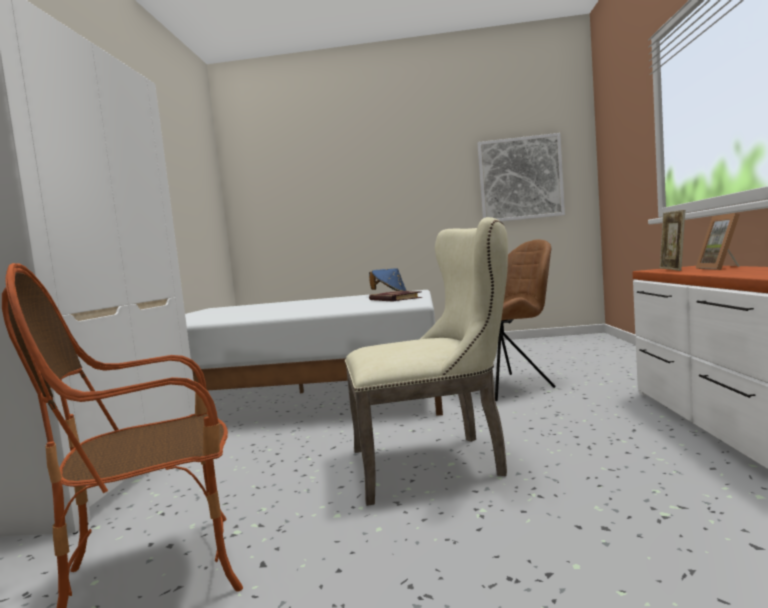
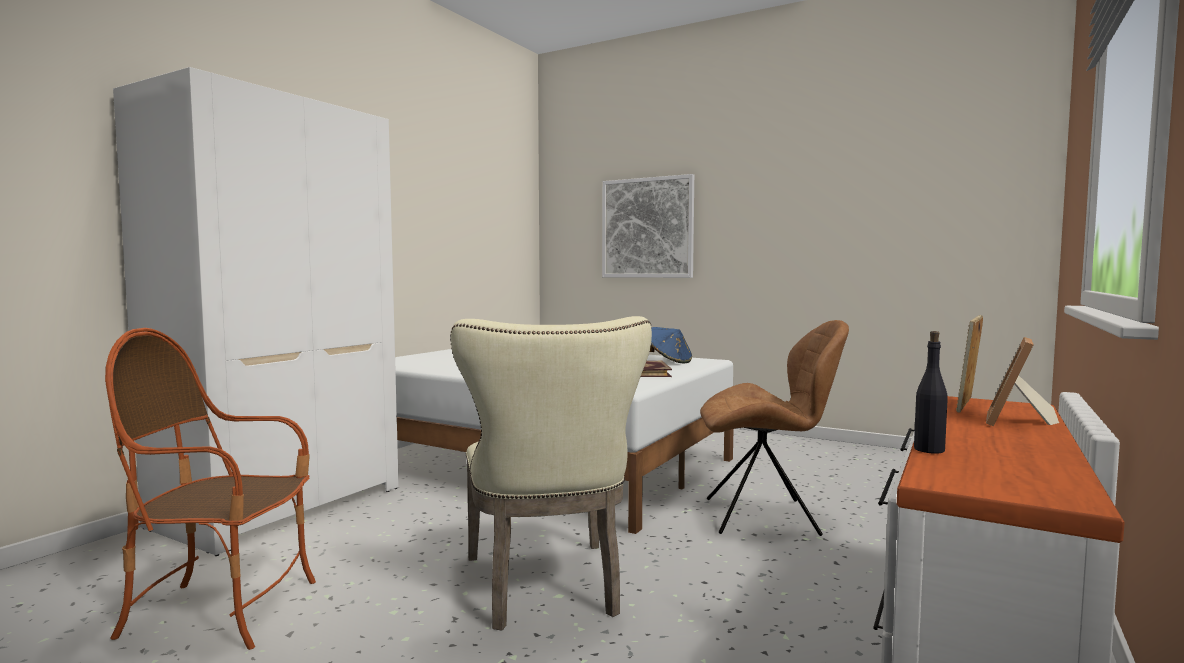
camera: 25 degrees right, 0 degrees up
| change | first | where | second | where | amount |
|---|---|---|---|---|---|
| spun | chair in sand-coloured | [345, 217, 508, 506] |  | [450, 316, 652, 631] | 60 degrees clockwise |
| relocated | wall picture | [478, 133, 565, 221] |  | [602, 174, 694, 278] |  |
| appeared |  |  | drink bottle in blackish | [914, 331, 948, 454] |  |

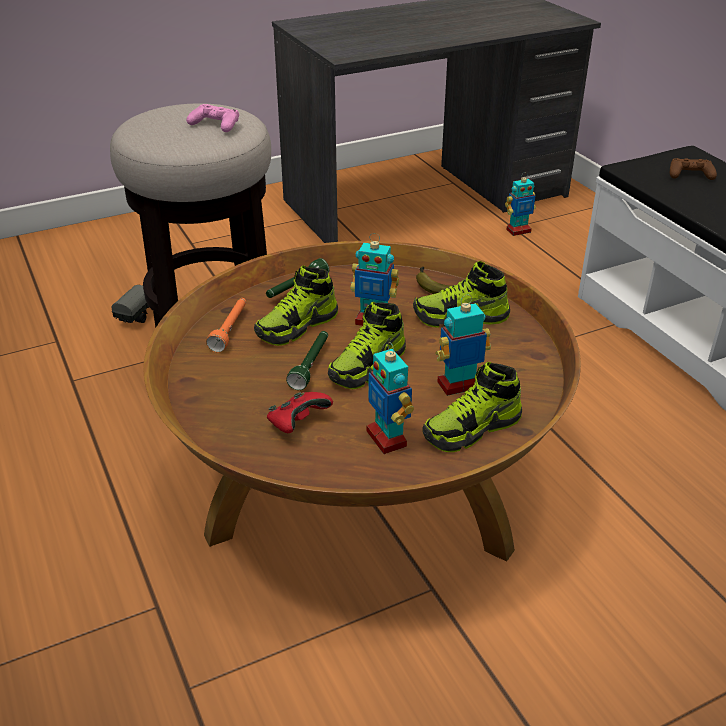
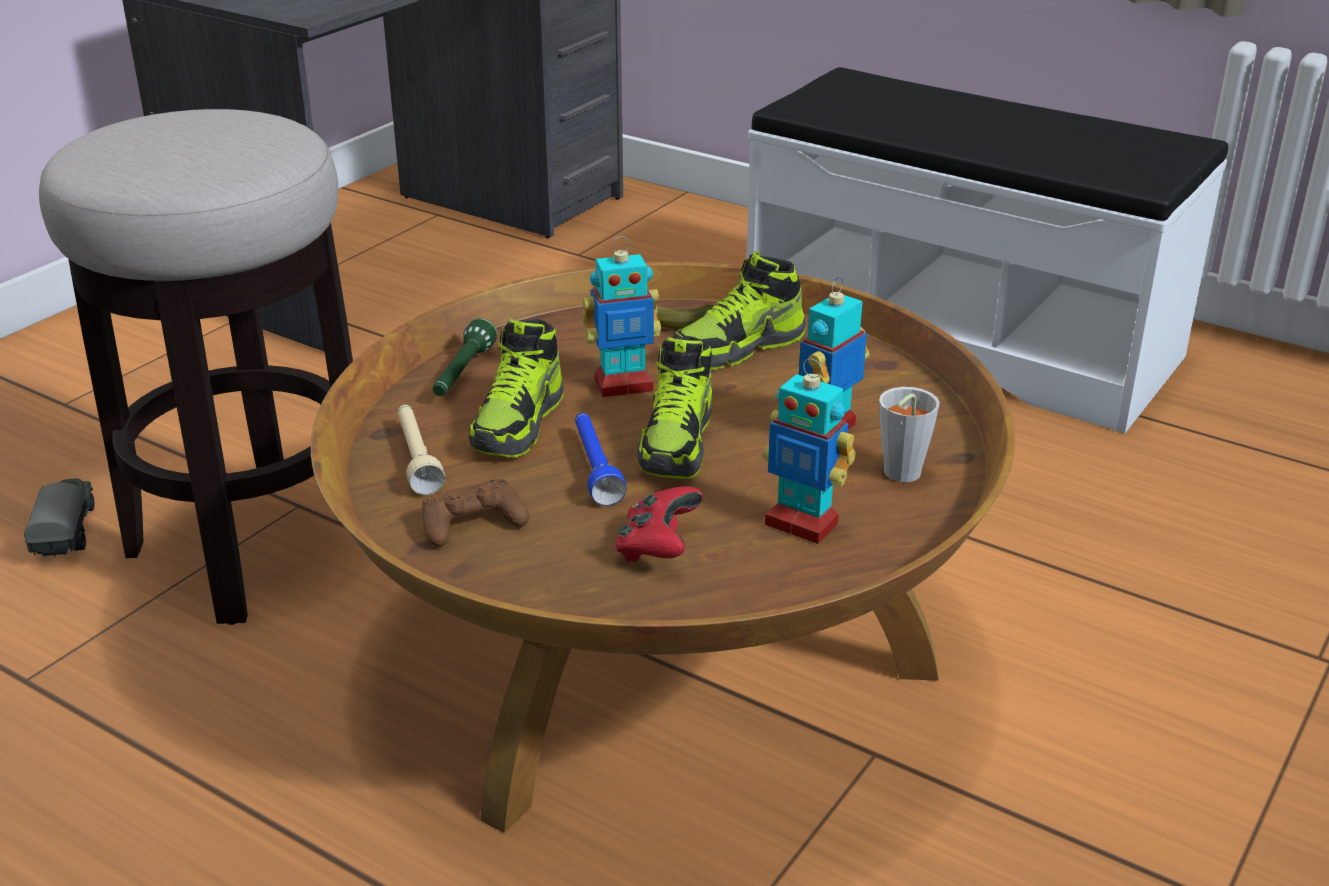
camera: 30 degrees left, 5 degrees down
| change | first | where | second | where | amount |
|---|---|---|---|---|---|
| missing | game controller in pinkish | [186, 104, 239, 132] |  |  |  |
| colour | hand torch in orange-coloured | [206, 298, 246, 352] | hand torch in sand-coloured | [398, 405, 445, 495] |  |
| colour | hand torch in green | [286, 331, 328, 390] | hand torch in blue | [575, 413, 627, 506] |  |
| exchanged | low shoe | [422, 362, 522, 452] | small cup in gray | [879, 387, 940, 482] |  |
| missing | robot figure | [505, 172, 536, 236] |  |  |  |
| relocated | game controller in brownish | [670, 158, 717, 180] |  | [422, 479, 529, 547] |  |

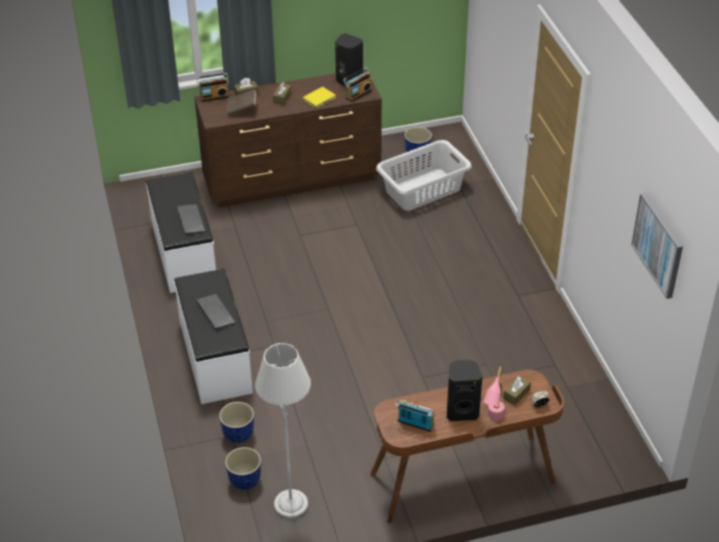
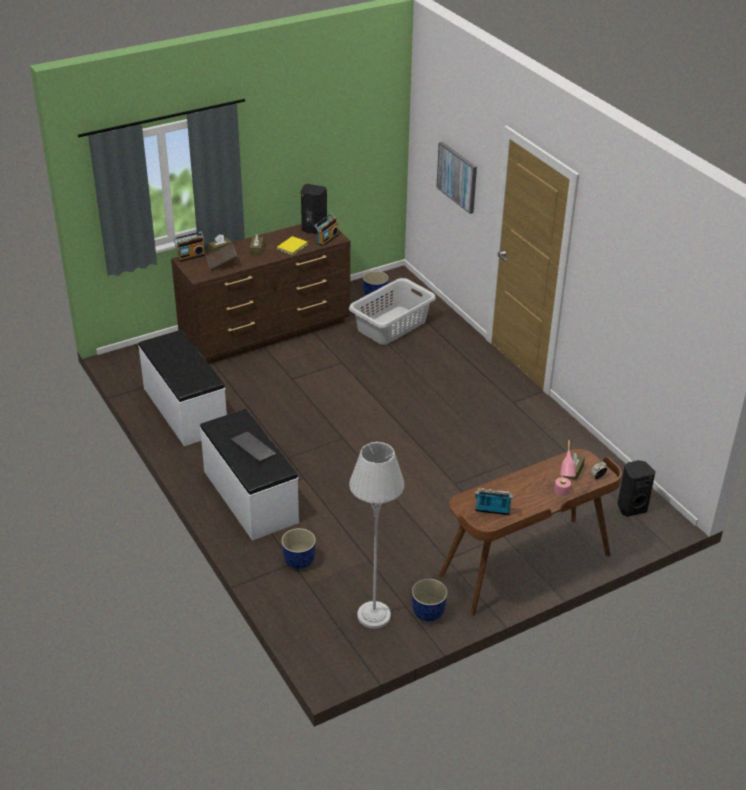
camera: 15 degrees left, 5 degrees down
| change | first | where | second | where | amount |
|---|---|---|---|---|---|
| missing | computer keyboard | [177, 204, 206, 234] |  |  |  |
| relocated | flower pot | [225, 447, 261, 490] |  | [412, 579, 448, 622] |  |
| relocated | audio speaker in blackish | [447, 360, 482, 421] |  | [617, 460, 656, 517] |  |
| relocated | wall picture | [631, 193, 683, 299] |  | [436, 142, 477, 214] |  |

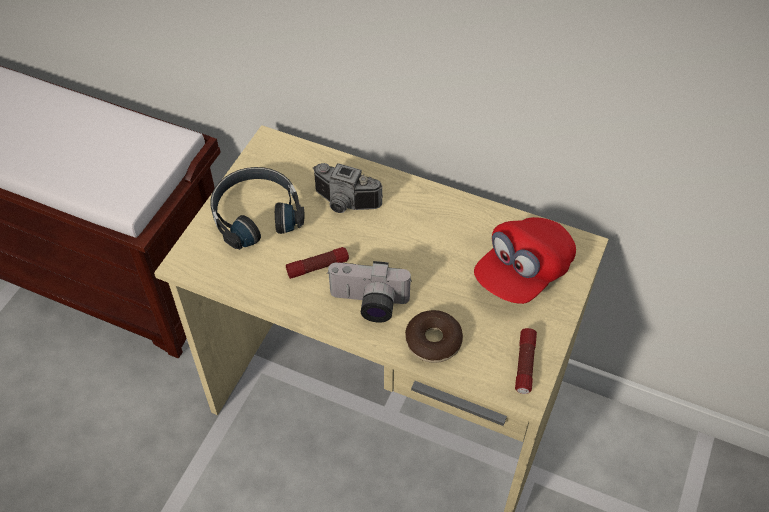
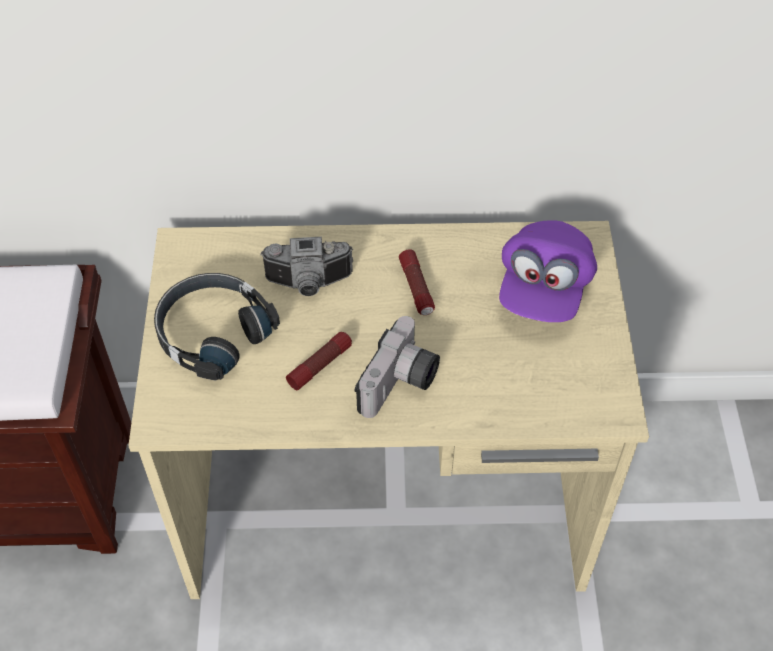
camera: 25 degrees left, 0 degrees up
| change | first | where | second | where | amount |
|---|---|---|---|---|---|
| spun | photo camera | [327, 261, 412, 323] |  | [354, 316, 440, 418] | 45 degrees counterclockwise |
| missing | ring doughnut | [405, 310, 463, 363] |  |  |  |
| colour | cap in reddish | [474, 217, 576, 304] | cap in purple | [499, 221, 597, 322] |  |
| relocated | hand torch | [515, 328, 537, 394] |  | [399, 249, 435, 315] |  |

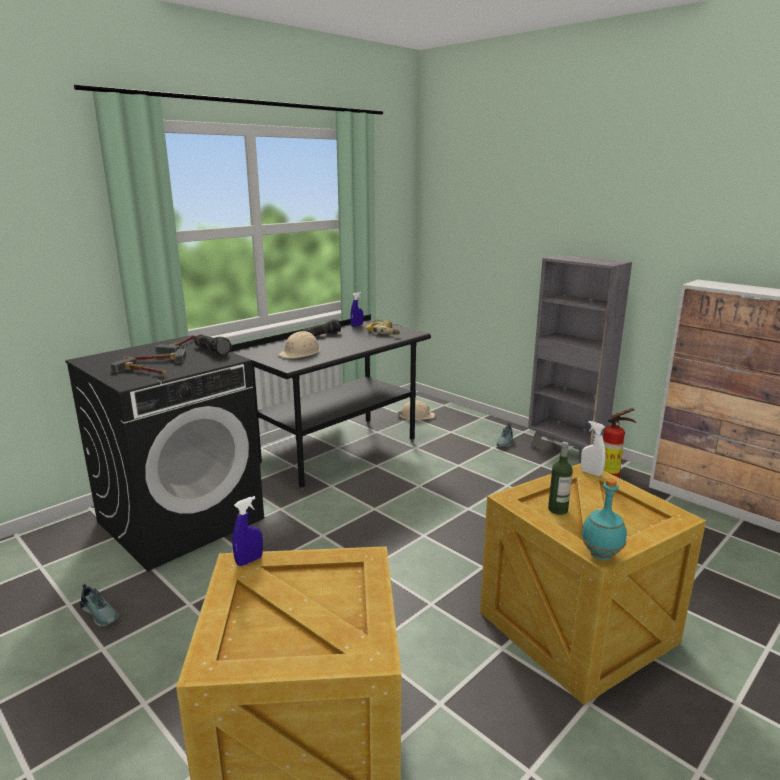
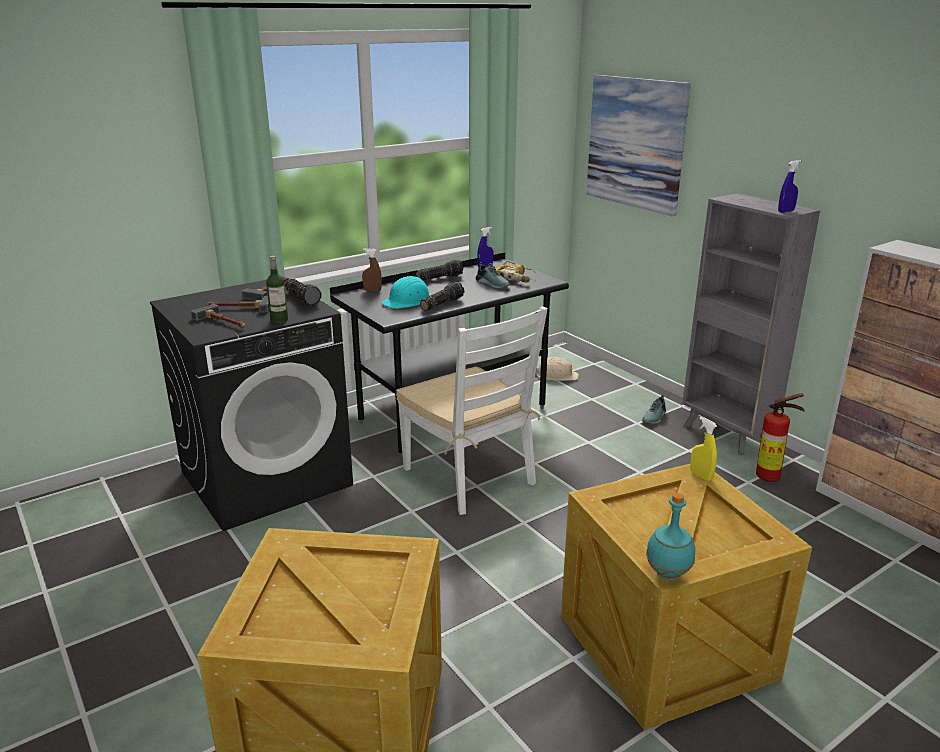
camera: 10 degrees right, 5 degrees up
| change | first | where | second | where | amount |
|---|---|---|---|---|---|
| relocated | low shoe | [80, 584, 119, 627] |  | [476, 262, 510, 288] |  |
| relocated | sprayer in blue | [232, 496, 263, 566] |  | [778, 160, 801, 213] |  |
| colour | hard hat in sand-coloured | [279, 331, 320, 359] | hard hat in turquoise-coloured | [381, 276, 429, 309] |  |
| relocated | drink bottle | [548, 442, 573, 515] |  | [266, 256, 288, 323] |  |
| colour | sprayer in white | [581, 421, 606, 476] | sprayer in yellow-coloured | [690, 417, 717, 481] |  |
| appeared |  |  | sprayer in brownish | [362, 248, 382, 292] |  |
| appeared |  |  | chair in white | [396, 306, 548, 515] |  |
| appeared |  |  | hand torch | [420, 282, 464, 311] |  |
| appeared |  |  | wall picture | [586, 75, 691, 216] |  |

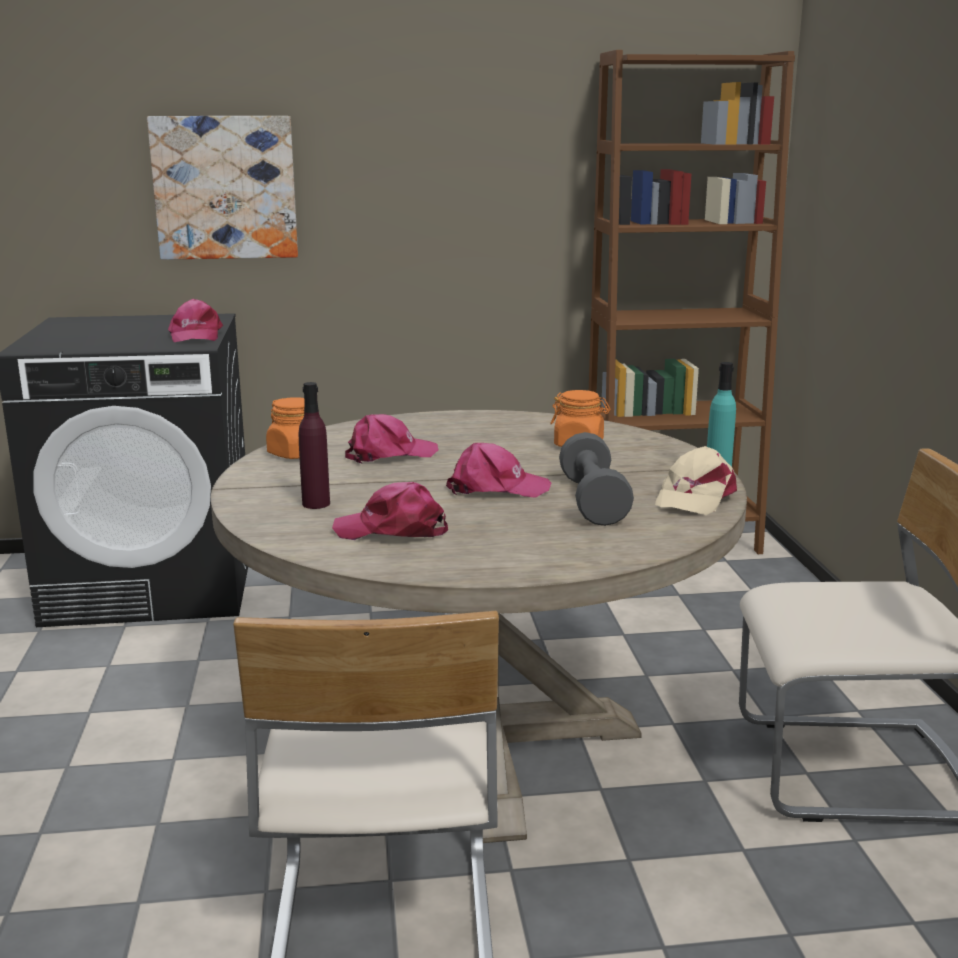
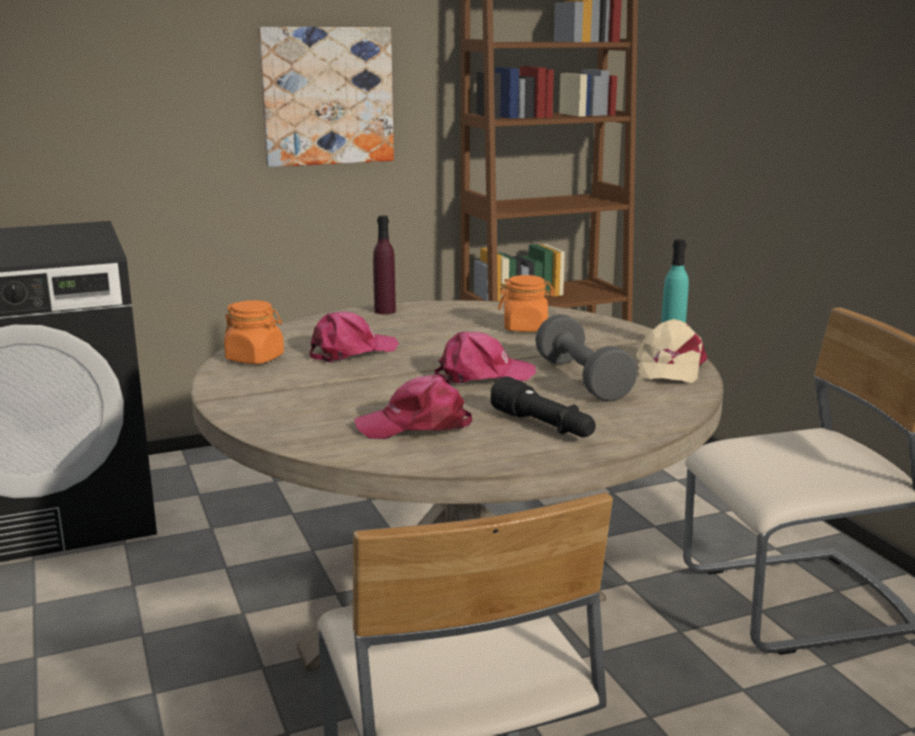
camera: 15 degrees left, 0 degrees up
| change | first | where | second | where | amount |
|---|---|---|---|---|---|
| relocated | wall picture | [147, 116, 298, 260] |  | [258, 27, 394, 167] |  |
| missing | cap in pinkish | [168, 299, 223, 342] |  |  |  |
| relocated | drink bottle in purple | [299, 382, 330, 509] |  | [373, 216, 396, 314] |  |
| appeared |  |  | hand torch in blackish | [491, 376, 596, 437] |  |

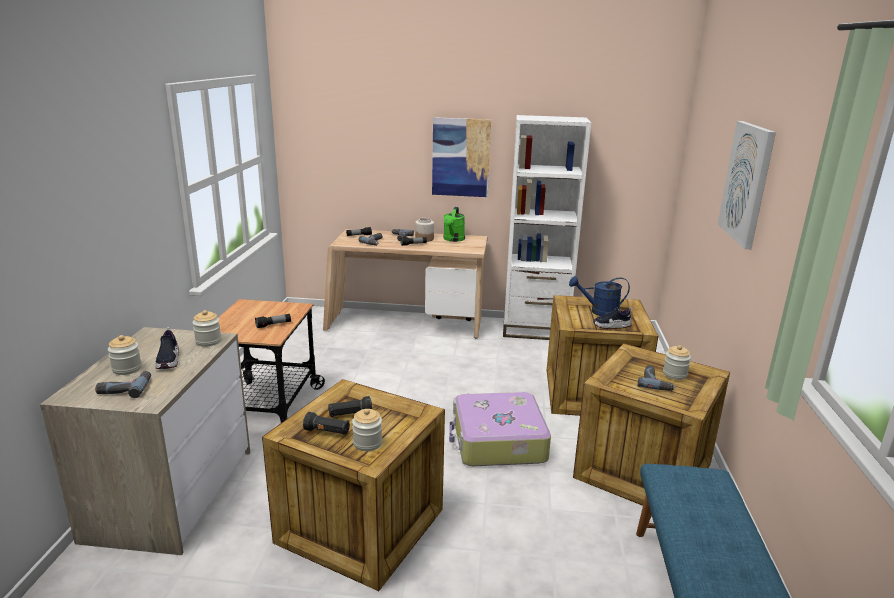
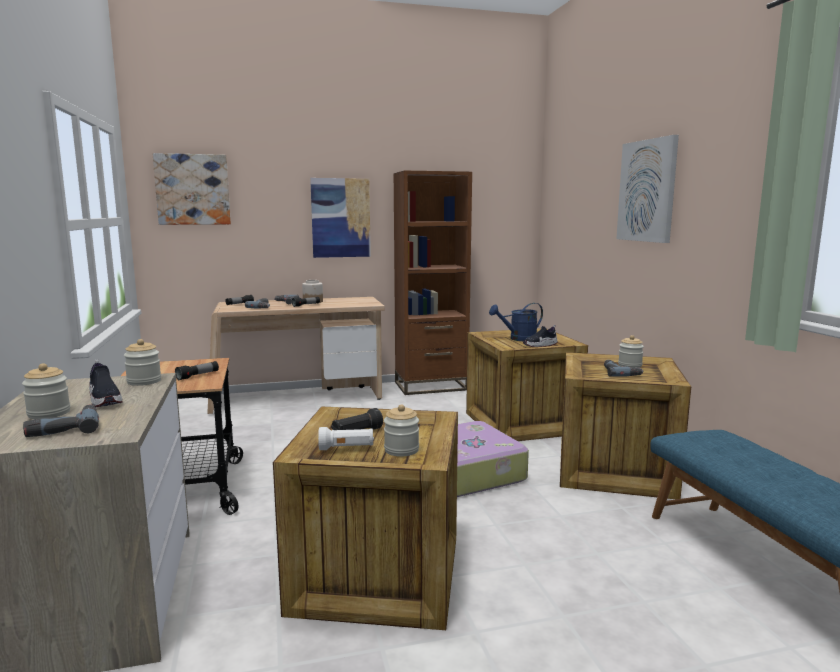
camera: 20 degrees left, 10 degrees down
| change | first | where | second | where | amount |
|---|---|---|---|---|---|
| colour | hand torch in blackish | [303, 412, 350, 435] | hand torch in white | [318, 427, 374, 450] |  |
| missing | sprinkling can in green | [443, 207, 465, 242] |  |  |  |
| colour | shelving unit in white | [503, 115, 591, 340] | shelving unit in brownish | [393, 171, 472, 395] |  |
| appeared |  |  | wall picture | [153, 153, 231, 225] |  |

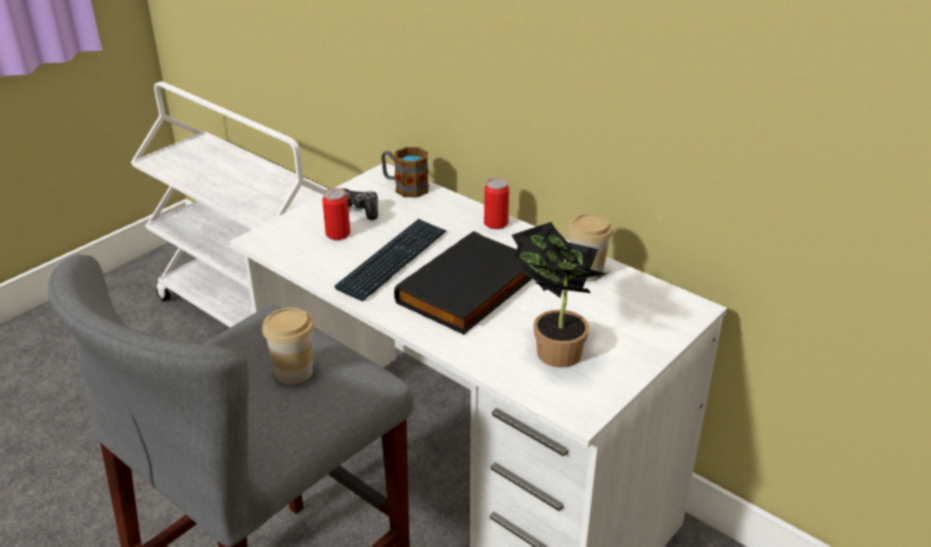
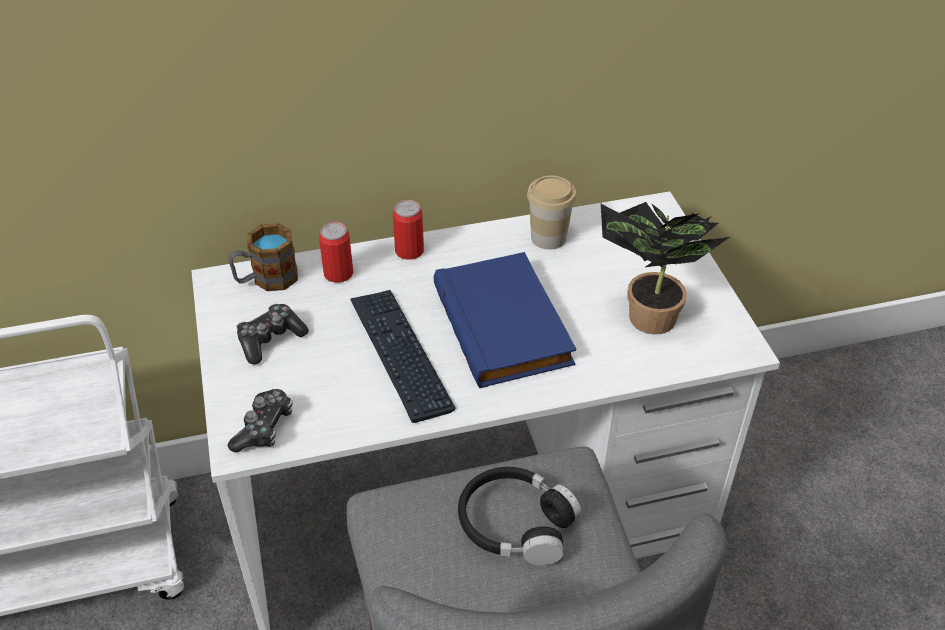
camera: 55 degrees left, 10 degrees up
| change | first | where | second | where | amount |
|---|---|---|---|---|---|
| exchanged | small cup | [262, 307, 314, 384] | pair of headphones in blackish | [458, 467, 581, 565] |  |
| relocated | sealed can | [322, 188, 350, 240] |  | [319, 222, 353, 283] |  |
| colour | bound book in blackish | [394, 231, 532, 335] | bound book in blue | [434, 252, 576, 388] |  |
| appeared |  |  | game controller | [227, 389, 293, 453] |  |

